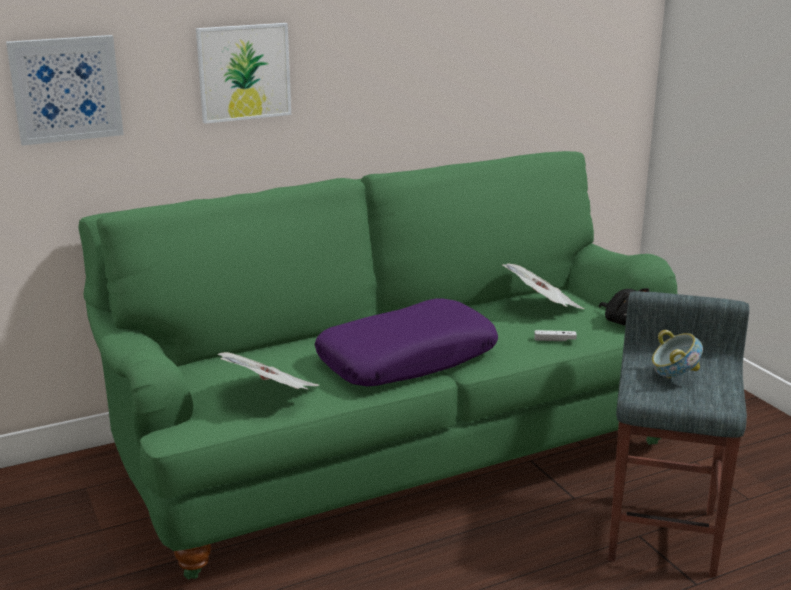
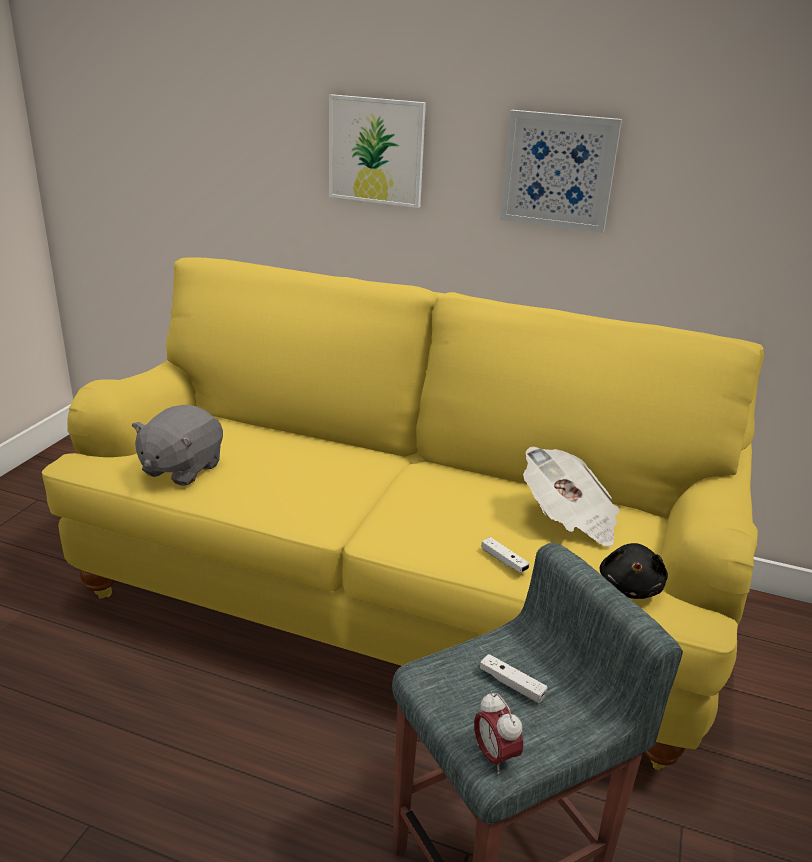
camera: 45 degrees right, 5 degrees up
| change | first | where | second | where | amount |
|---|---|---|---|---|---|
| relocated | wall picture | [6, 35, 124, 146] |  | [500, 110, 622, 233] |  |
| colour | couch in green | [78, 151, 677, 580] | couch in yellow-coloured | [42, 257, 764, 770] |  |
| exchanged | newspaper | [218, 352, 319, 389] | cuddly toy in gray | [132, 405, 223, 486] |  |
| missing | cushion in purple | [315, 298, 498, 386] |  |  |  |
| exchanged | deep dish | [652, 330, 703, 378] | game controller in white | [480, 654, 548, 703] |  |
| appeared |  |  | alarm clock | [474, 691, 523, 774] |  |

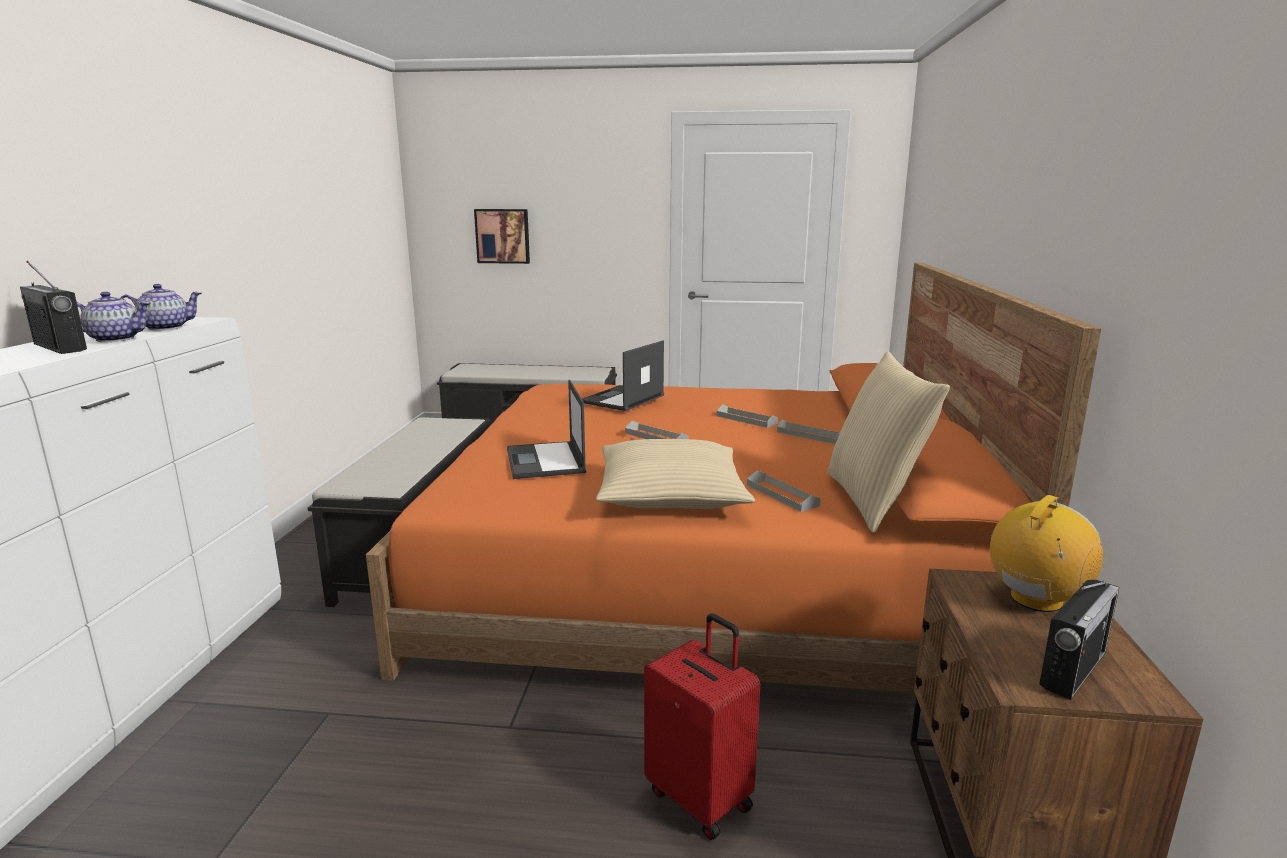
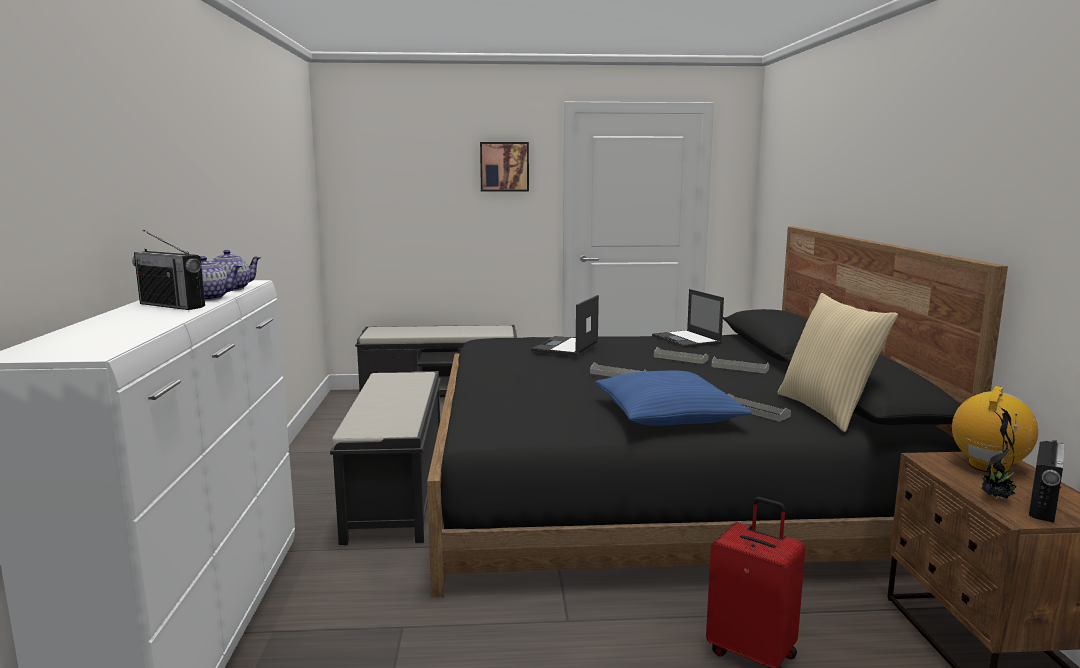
camera: 10 degrees left, 5 degrees down
| change | first | where | second | where | amount |
|---|---|---|---|---|---|
| colour | bedroom bed in orange-coloured | [366, 263, 1101, 693] | bedroom bed in blackish | [427, 226, 1008, 597] |  |
| relocated | wall picture | [474, 209, 530, 264] |  | [480, 142, 529, 191] |  |
| relocated | laptop | [507, 380, 586, 479] |  | [652, 289, 724, 348] |  |
| colour | cushion in sand-coloured | [596, 439, 755, 509] | cushion in blue | [595, 371, 752, 426] |  |
| appeared |  |  | houseplant | [981, 407, 1017, 499] |  |

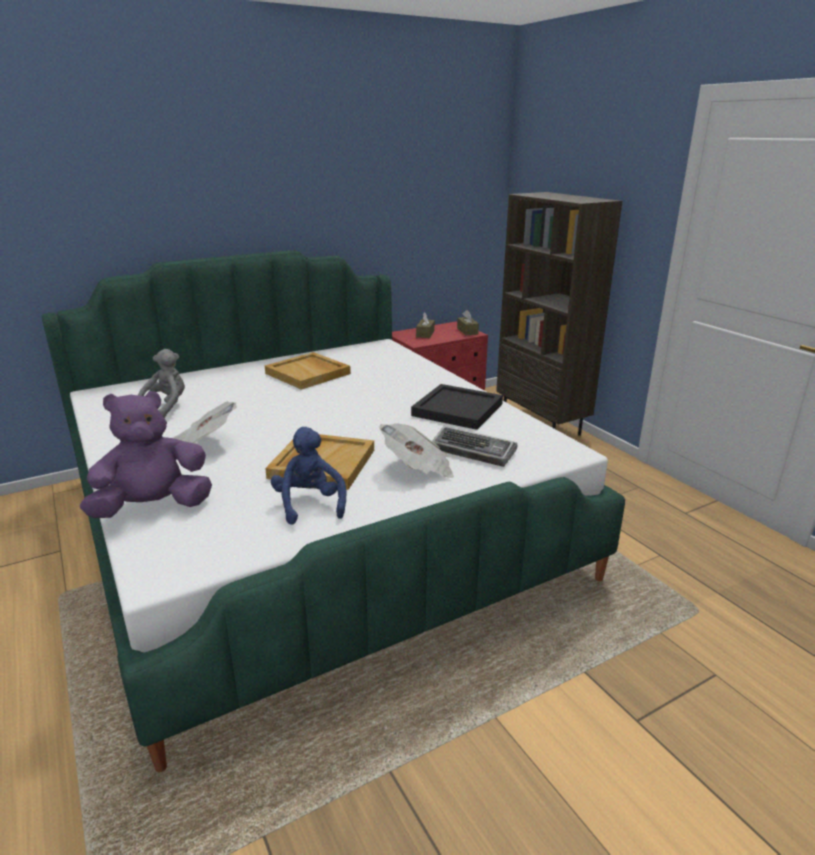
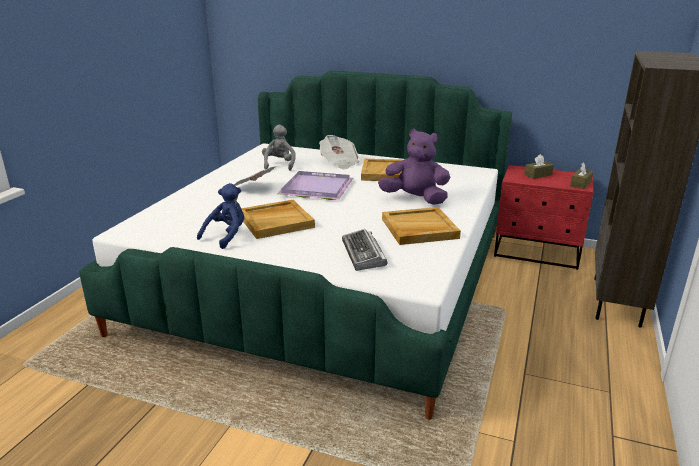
camera: 50 degrees right, 0 degrees up
| change | first | where | second | where | amount |
|---|---|---|---|---|---|
| relocated | cuddly toy in purple | [80, 391, 212, 518] |  | [378, 129, 450, 205] |  |
| spun | cuddly toy in gray | [138, 349, 185, 418] |  | [262, 125, 296, 171] | 75 degrees counterclockwise |
| relocated | newspaper | [379, 423, 454, 478] |  | [319, 135, 360, 169] |  |
| colour | tray in blackish | [411, 384, 503, 430] | tray in sand-coloured | [382, 207, 461, 245] |  |
| appeared |  |  | tray in purple | [277, 171, 353, 200] |  |

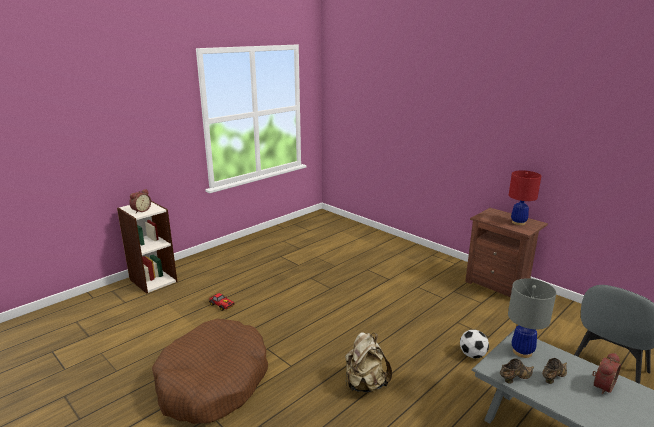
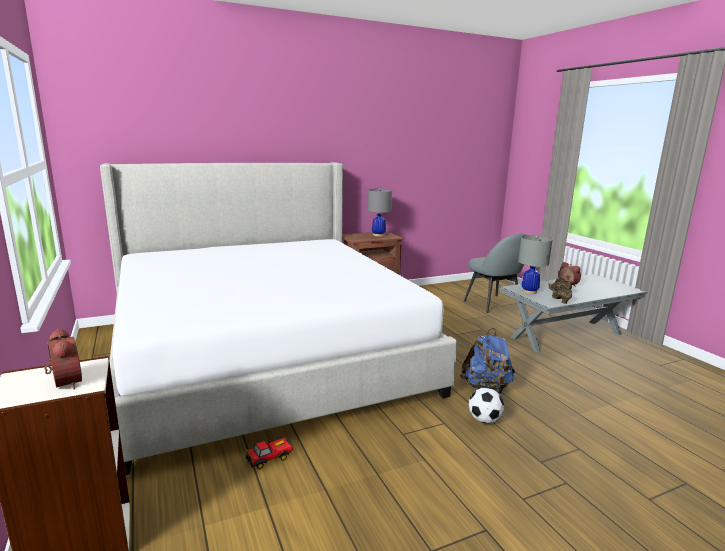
camera: 70 degrees left, 5 degrees down
| change | first | where | second | where | amount |
|---|---|---|---|---|---|
| missing | dog bed in brownish | [152, 319, 268, 424] |  |  |  |
| colour | rucksack in sand-coloured | [345, 332, 392, 392] | rucksack in blue | [460, 328, 515, 393] |  |
| relocated | ball for football | [460, 330, 489, 358] |  | [469, 388, 504, 423] |  |
| colour | lamp for a table in reddish | [509, 170, 541, 225] | lamp for a table in gray | [368, 188, 392, 237] |  |
| appeared |  |  | bedroom bed | [100, 162, 457, 475] |  |

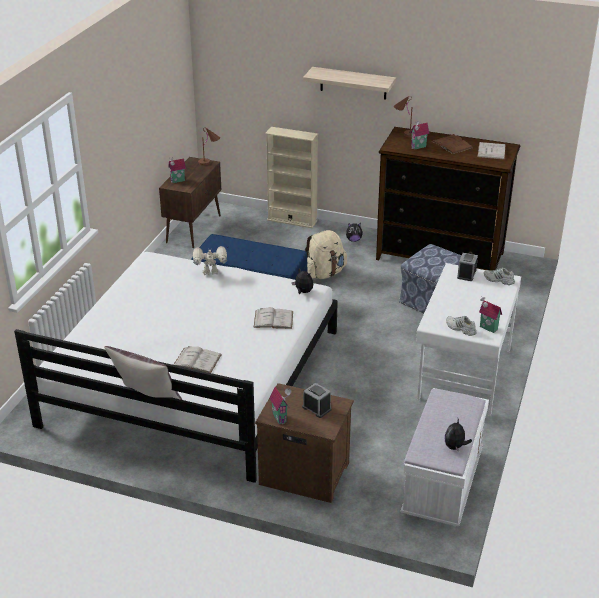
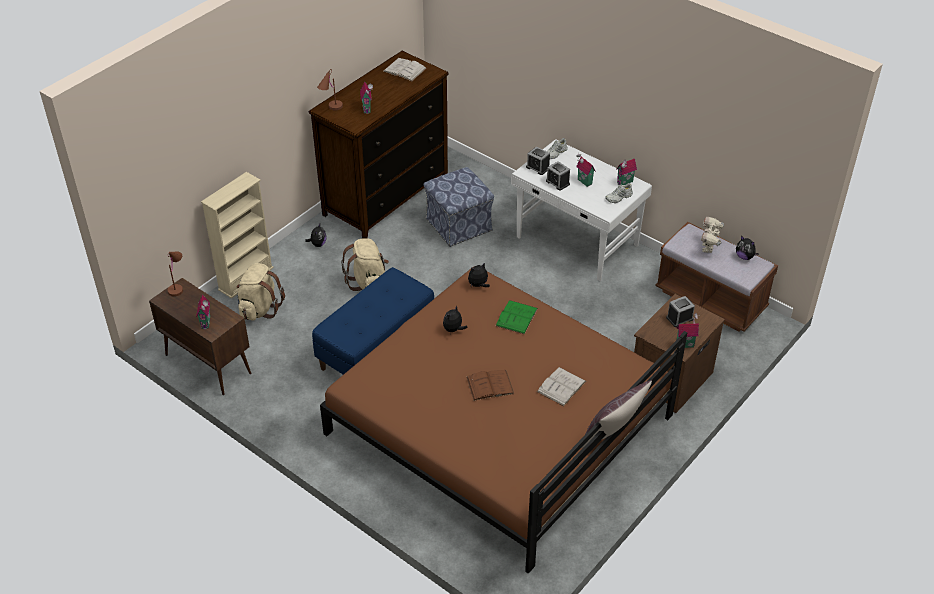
camera: 70 degrees left, 10 degrees up
| change | first | where | second | where | amount |
|---|---|---|---|---|---|
| colour | bedroom bed in white | [14, 252, 338, 483] | bedroom bed in brownish | [320, 266, 687, 574] |  |
| relocated | robot figure | [193, 246, 227, 275] |  | [701, 217, 724, 253] |  |
| colour | bound book in white | [253, 307, 293, 329] | bound book in green | [496, 300, 538, 334] |  |
| missing | wall shelf | [303, 67, 396, 100] |  |  |  |
| colour | indoor bench in white | [400, 388, 489, 527] | indoor bench in brownish | [655, 222, 778, 332] |  |
| relocated | bound book in brownish | [431, 134, 473, 154] |  | [466, 370, 514, 401] |  |
| appeared |  |  | rucksack in sand-coloured | [236, 263, 285, 321] |  |
| appeared |  |  | cuddly toy | [443, 305, 468, 332] |  |
| appeared |  |  | alarm clock | [546, 161, 570, 191] |  |
| appeared |  |  | miniature house | [576, 154, 596, 187] |  |

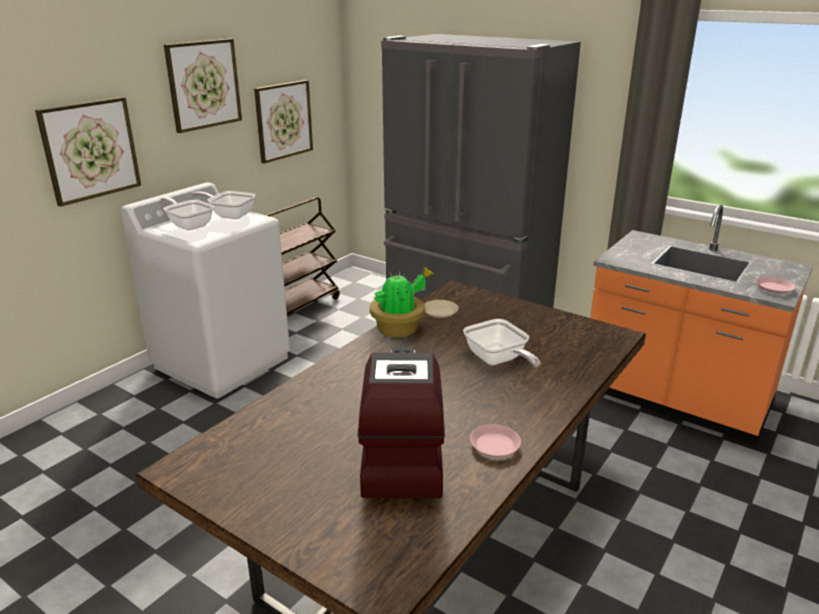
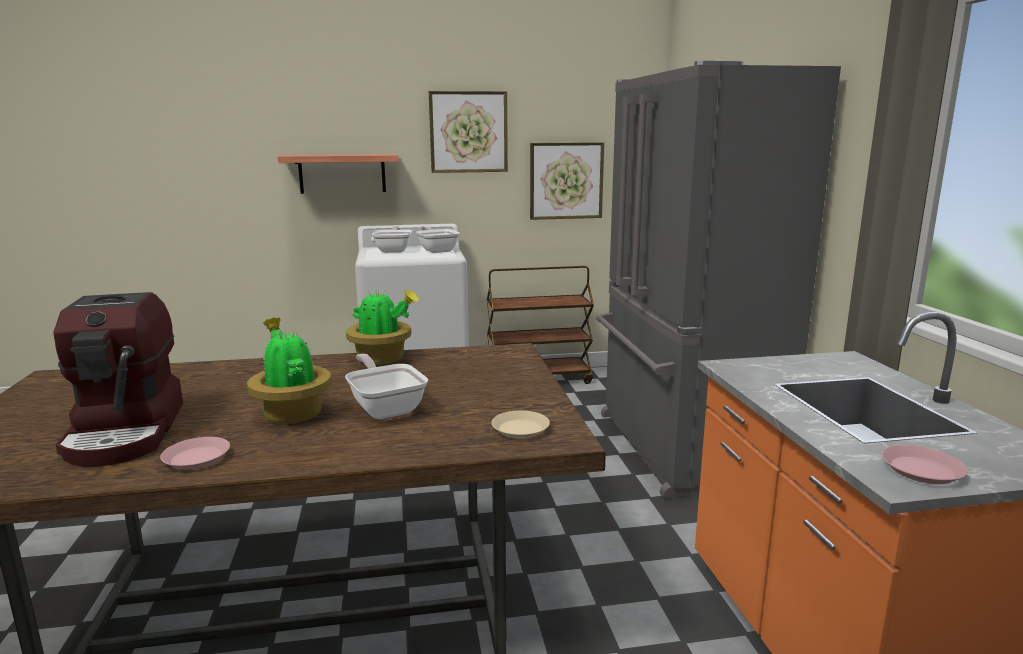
camera: 45 degrees right, 10 degrees down
| change | first | where | second | where | amount |
|---|---|---|---|---|---|
| exchanged | wall picture | [35, 97, 141, 207] | wall shelf | [278, 154, 399, 194] |  |
| spun | coffee brewer | [357, 347, 445, 498] |  | [54, 292, 183, 467] | 120 degrees clockwise |
| relocated | dinner plate in sand-coloured | [425, 300, 459, 318] |  | [492, 411, 550, 439] |  |
| spun | skillet | [463, 319, 541, 367] |  | [345, 354, 428, 419] | 135 degrees clockwise |
| appeared |  |  | houseplant | [247, 317, 332, 424] |  |

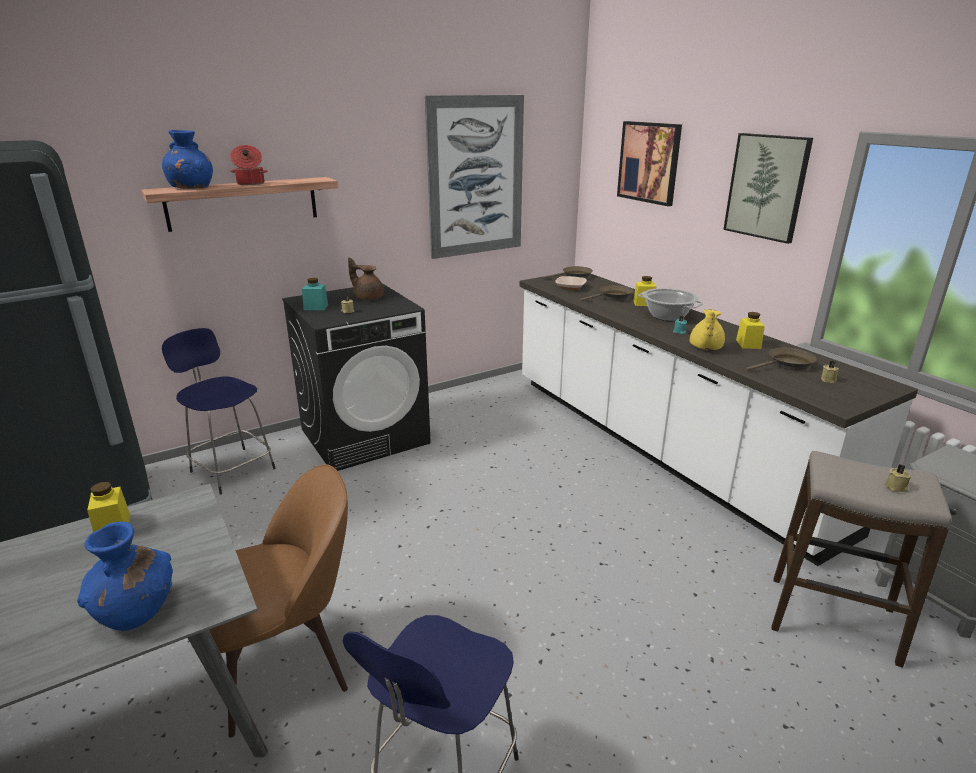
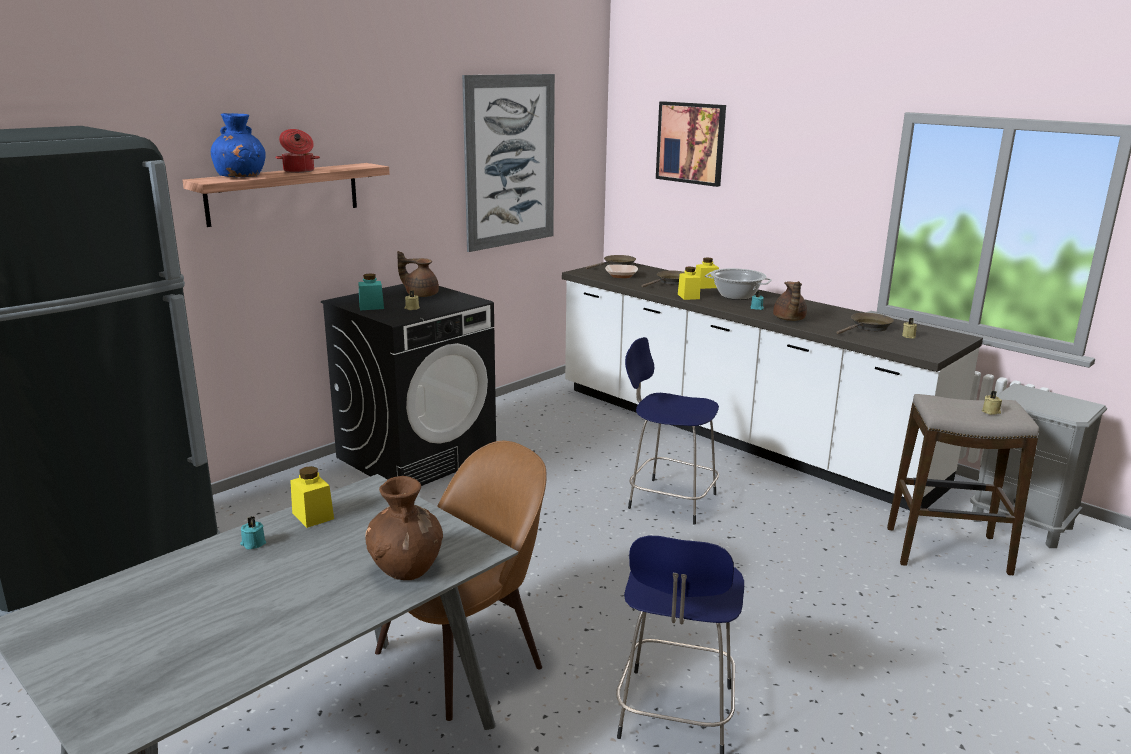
camera: 15 degrees left, 5 degrees down
| change | first | where | second | where | amount |
|---|---|---|---|---|---|
| colour | vase in blue | [77, 522, 173, 631] | vase in brownish | [366, 476, 443, 580] |  |
| relocated | stool in blue | [162, 328, 276, 495] |  | [625, 337, 719, 525] |  |
| colour | teapot in yellow-coloured | [690, 309, 725, 350] | teapot in brownish | [773, 281, 807, 321] |  |
| missing | wall picture | [723, 133, 813, 244] |  |  |  |
| relocated | jar in yellow-coloured | [736, 312, 765, 349] |  | [678, 267, 700, 300] |  |
| appeared |  |  | candle in turquoise-coloured | [240, 516, 266, 549] |  |

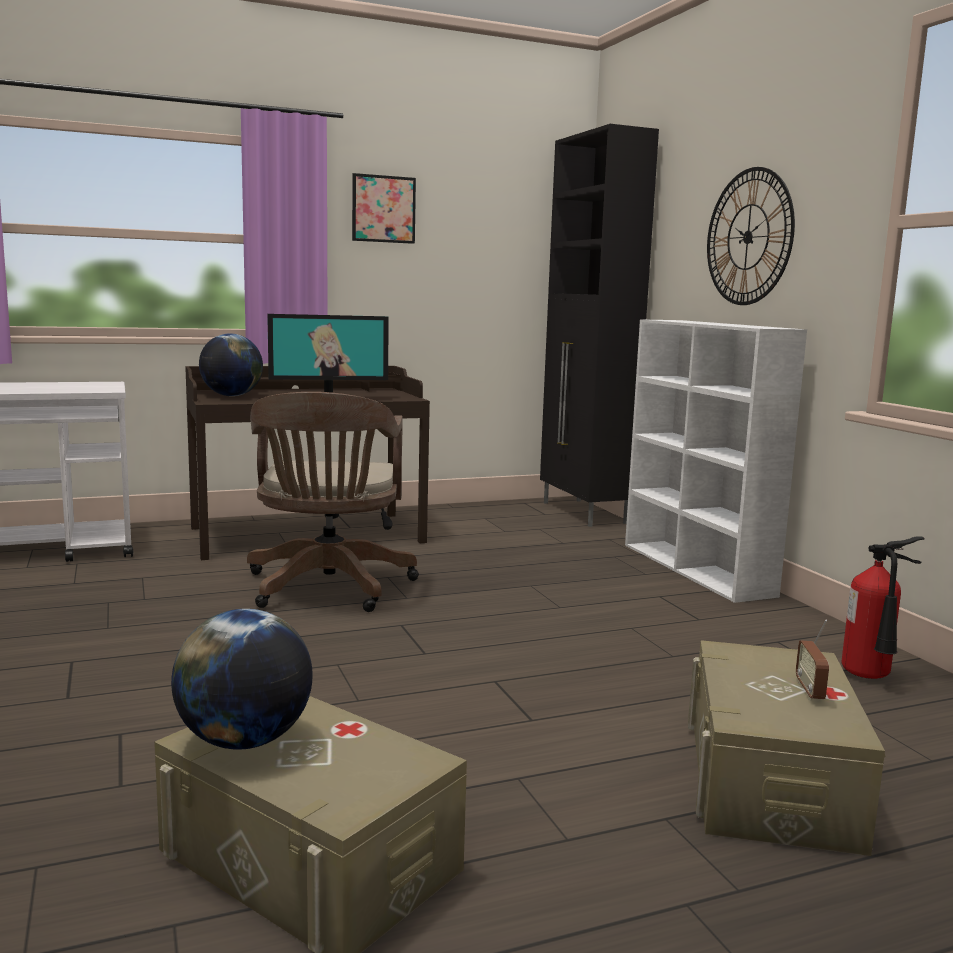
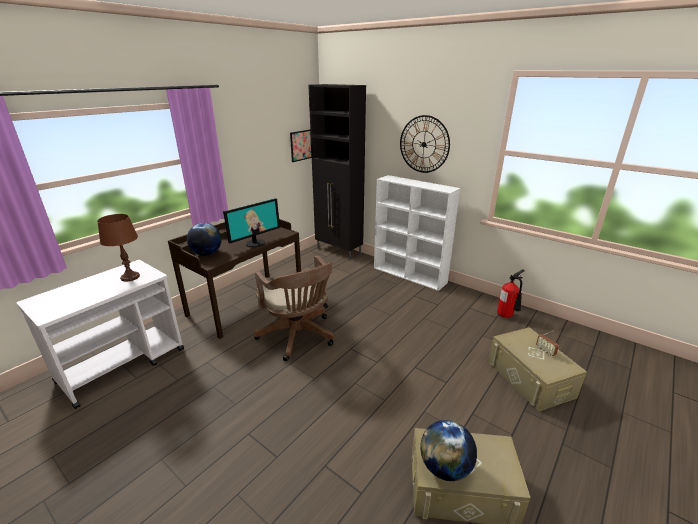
camera: 30 degrees left, 15 degrees up
| change | first | where | second | where | amount |
|---|---|---|---|---|---|
| relocated | wall picture | [352, 173, 416, 244] |  | [290, 130, 312, 162] |  |
| appeared |  |  | lamp for a table in brownish | [97, 214, 140, 282] |  |

